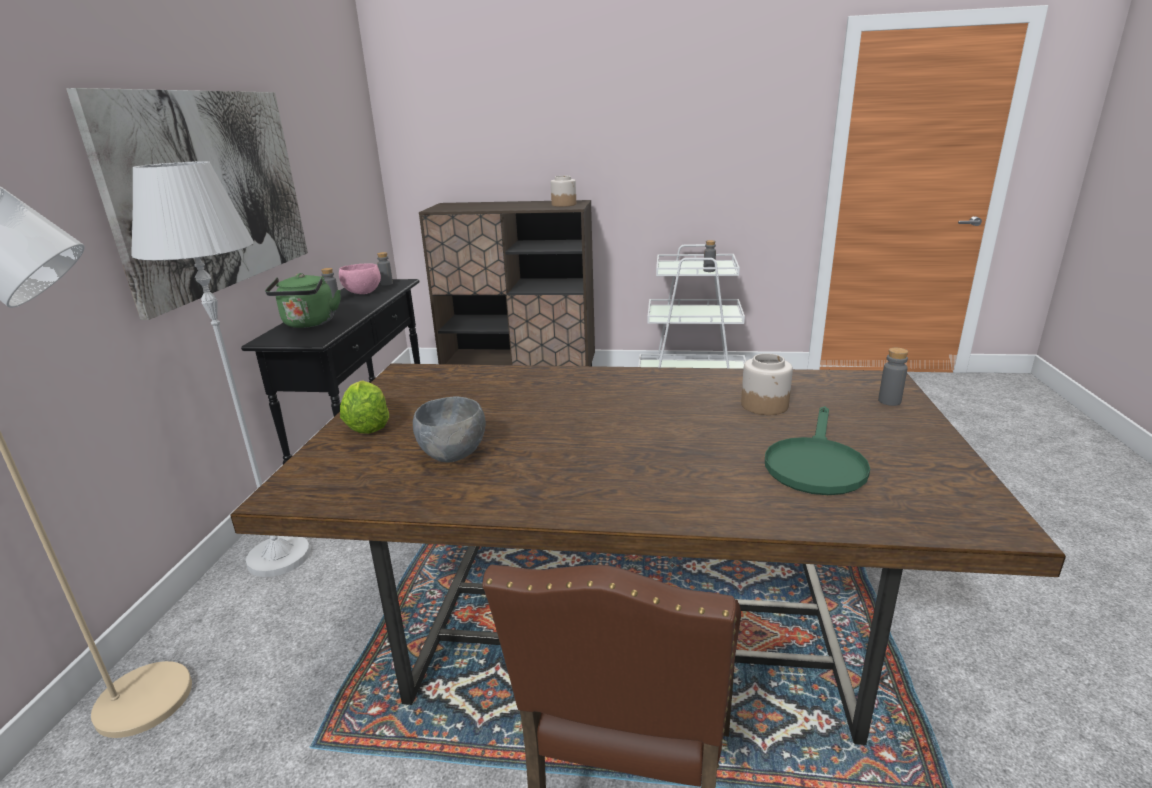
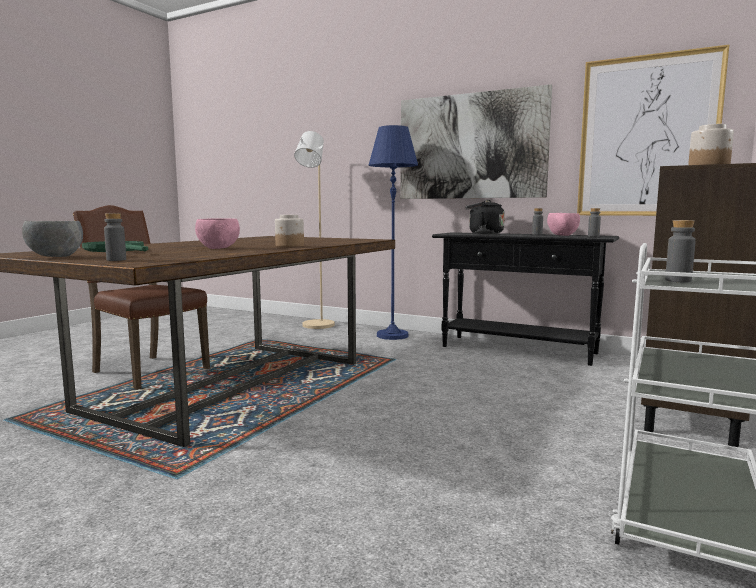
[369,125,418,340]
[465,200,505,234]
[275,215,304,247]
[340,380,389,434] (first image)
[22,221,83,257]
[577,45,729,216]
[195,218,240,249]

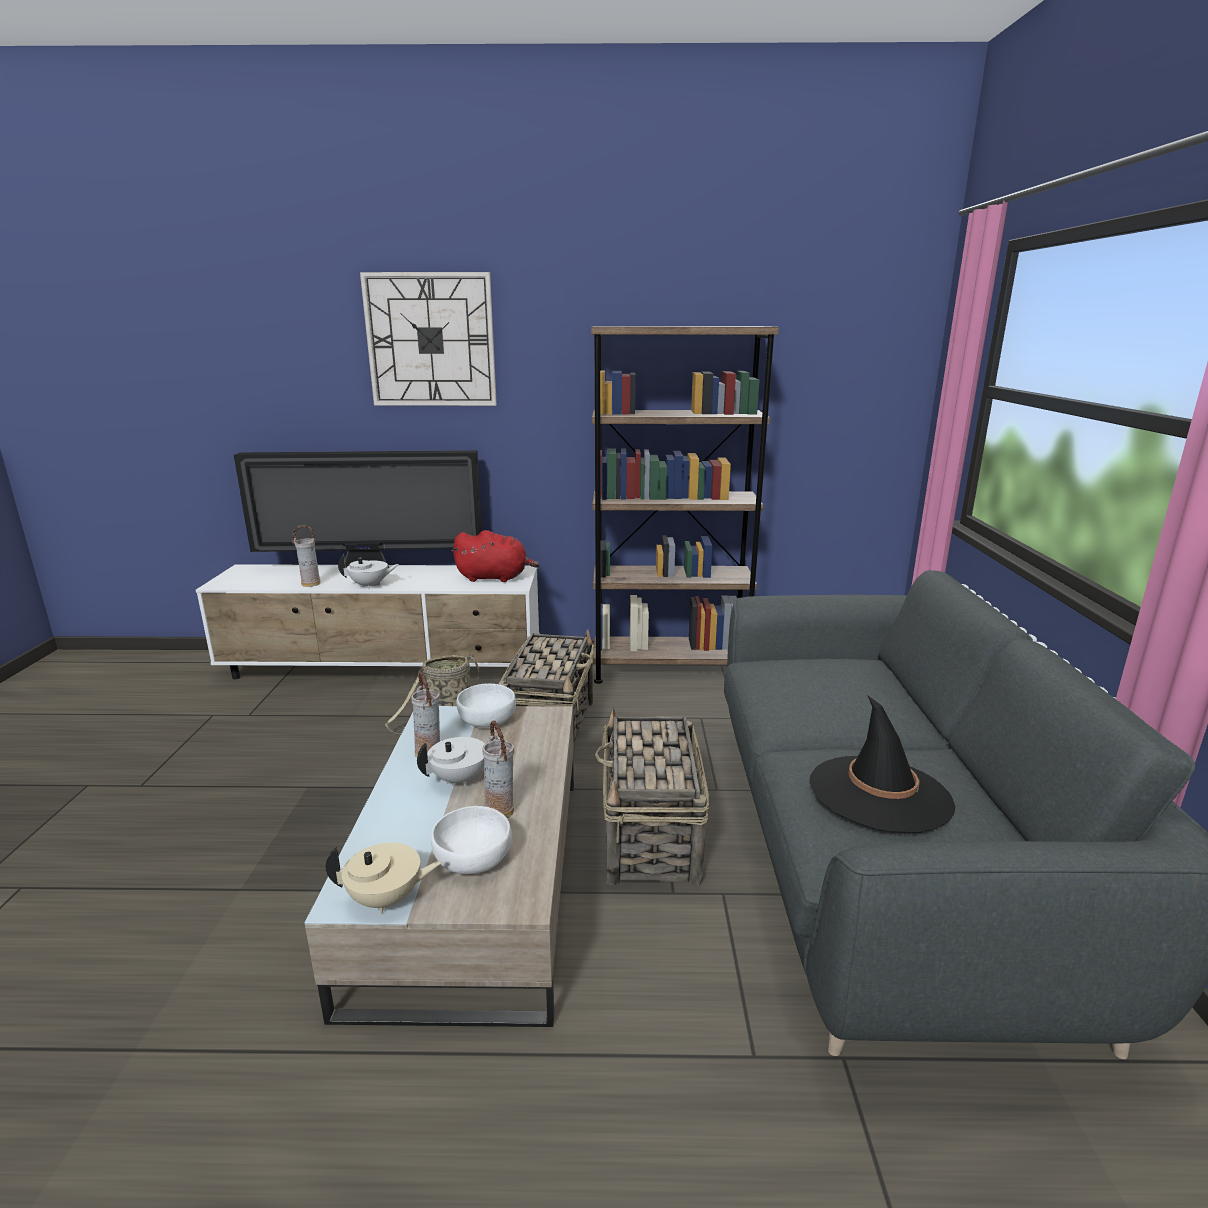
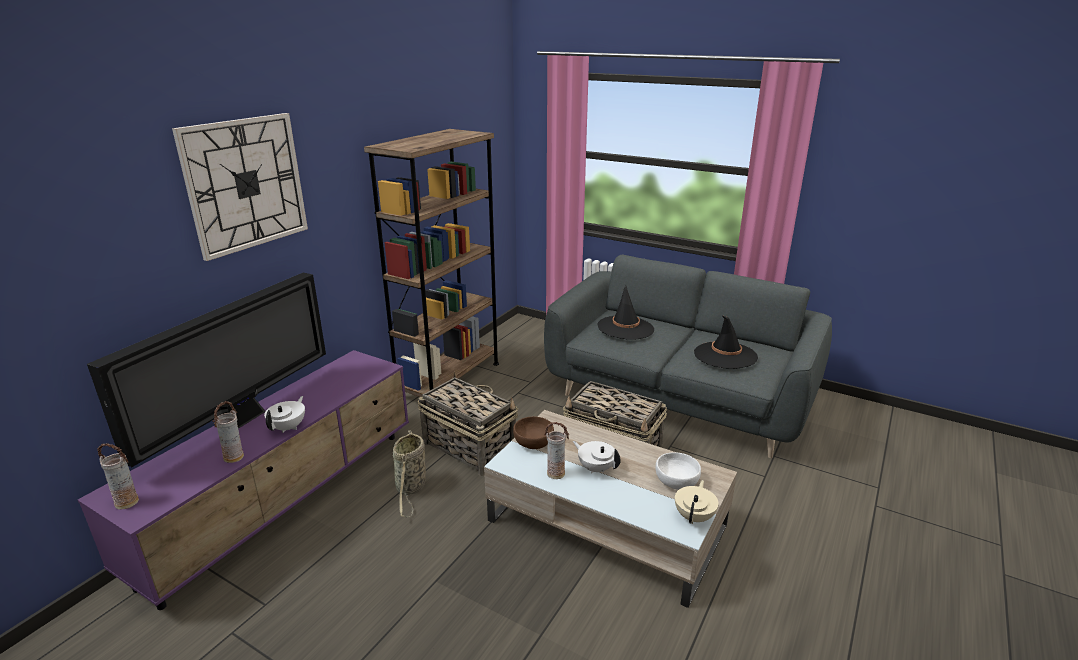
[452,530,540,582] (first image)
[78,350,409,610]
[513,417,554,449]
[97,443,139,510]
[573,441,621,473]
[598,286,654,340]

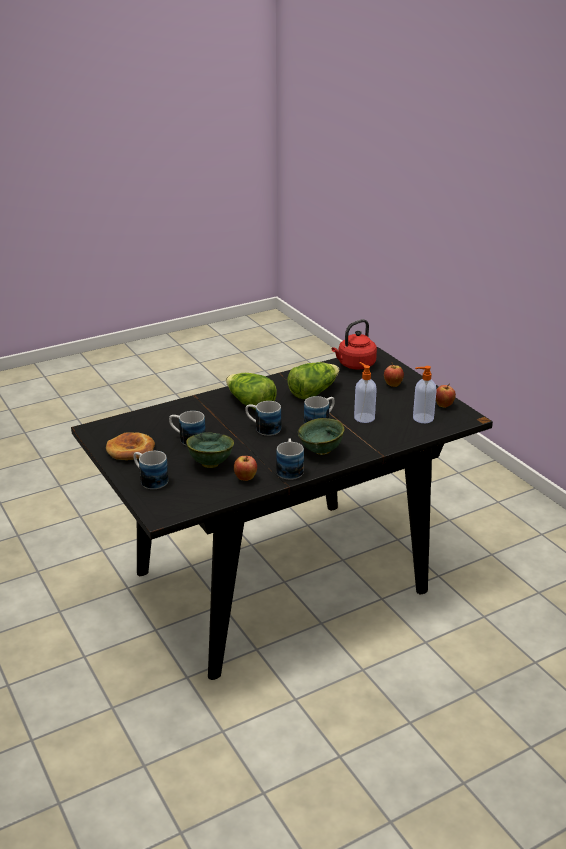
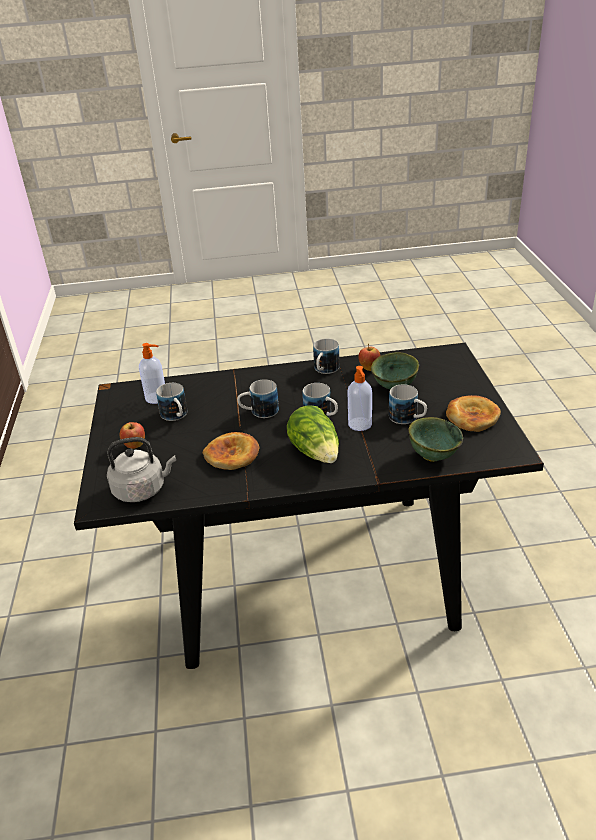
[107,437,176,502]
[203,432,260,470]
[348,366,372,431]
[436,384,456,408] (first image)
[408,417,463,462]
[156,383,188,421]

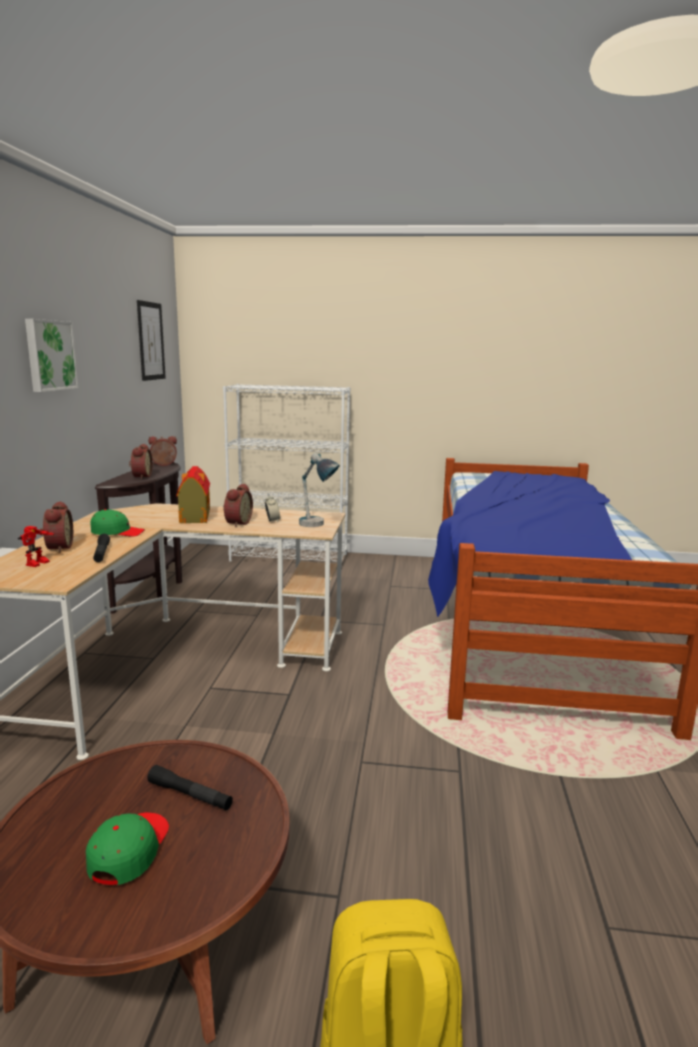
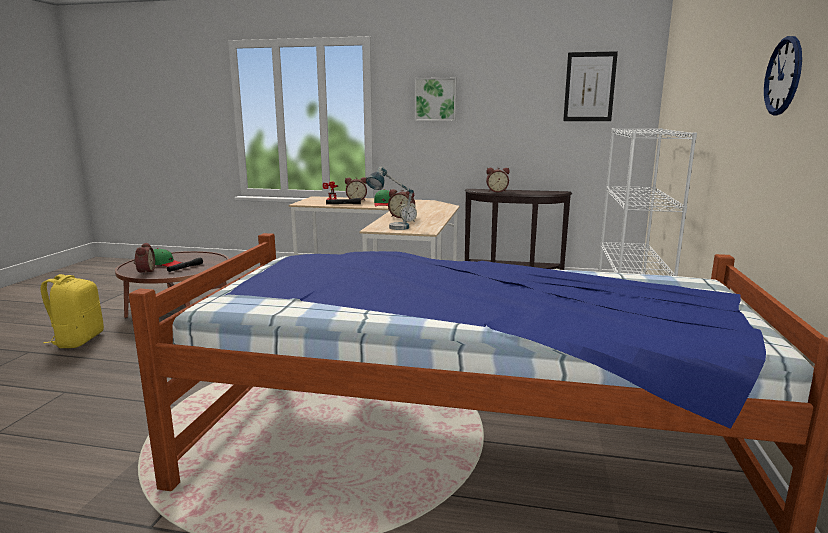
[133,243,155,275]
[176,466,210,523] (first image)
[764,36,802,115]

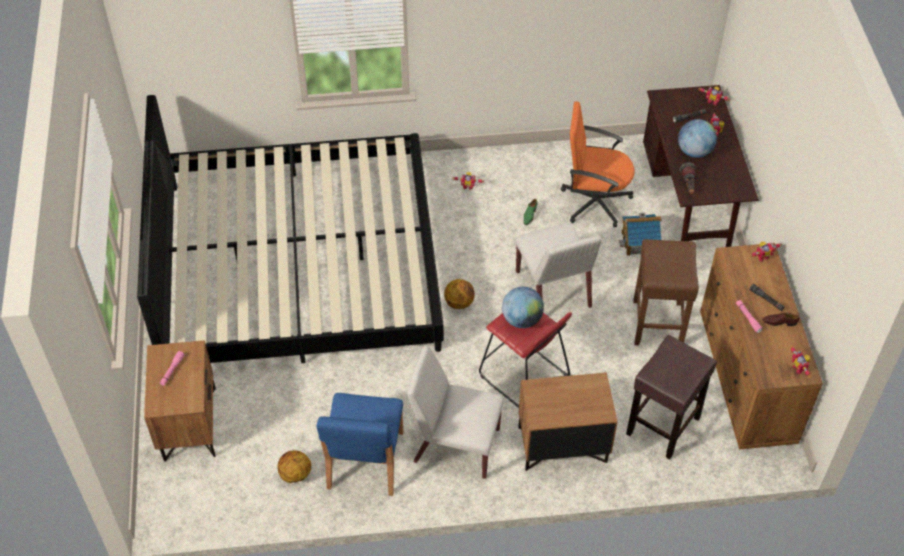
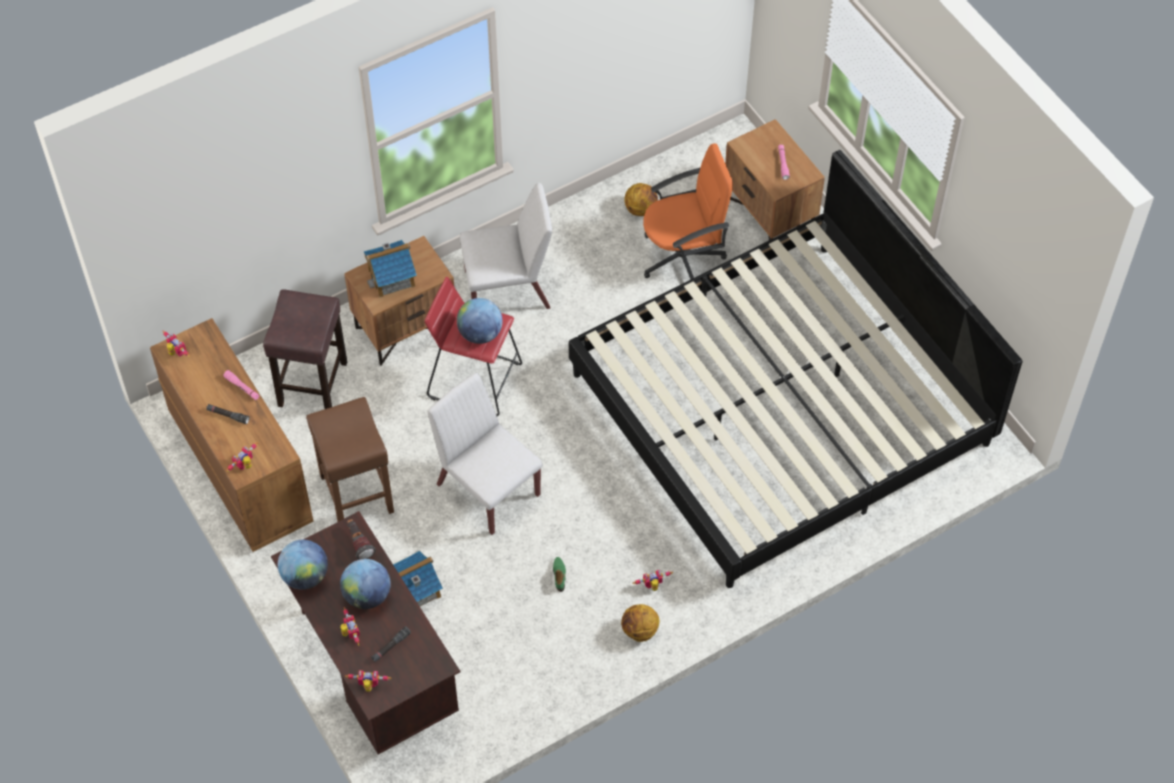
[643,143,733,280]
[621,604,660,642]
[762,312,799,326] (first image)
[317,393,403,496] (first image)
[364,240,417,298]
[278,540,328,590]

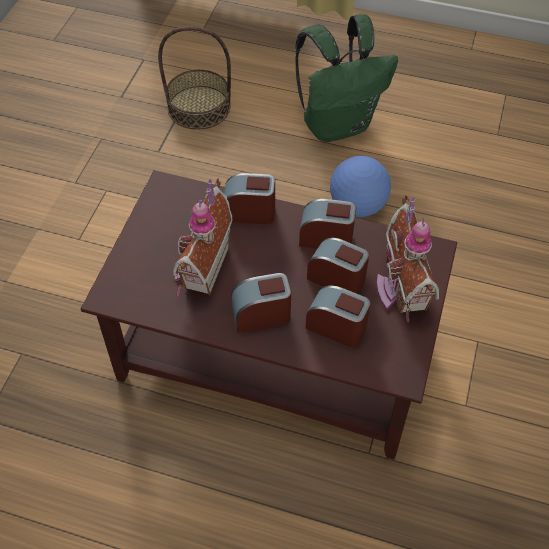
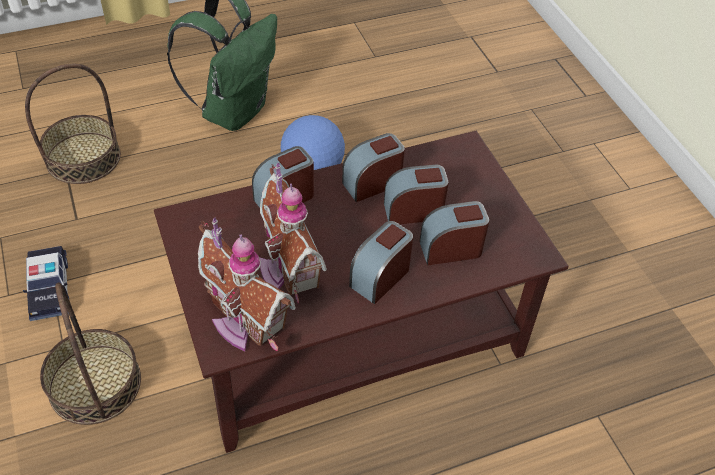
[198,217,296,351]
[23,246,70,321]
[40,282,141,425]

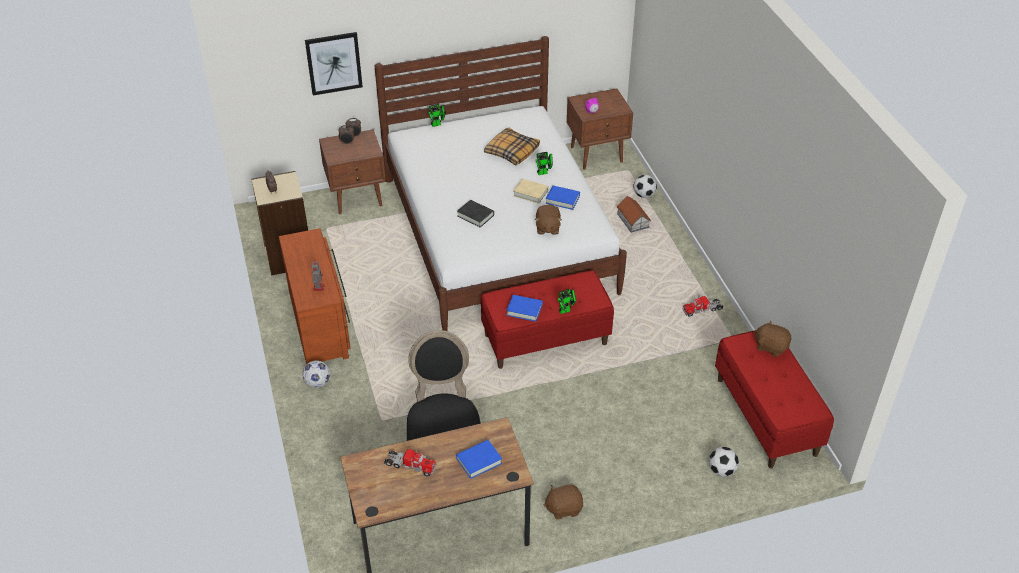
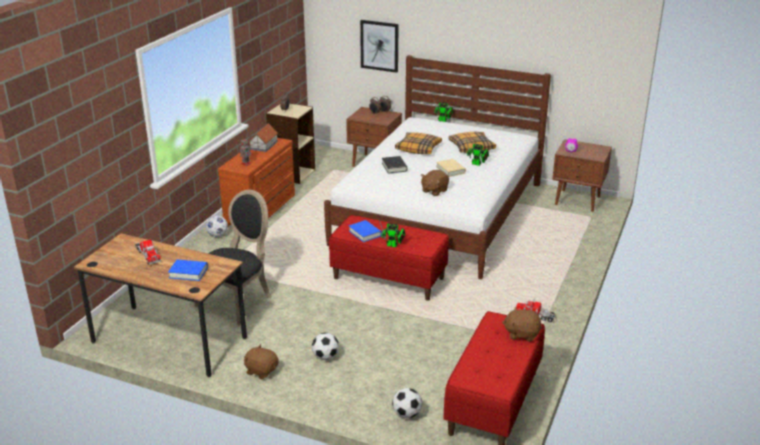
[312,332,339,360]
[546,186,580,210] (first image)
[248,123,278,152]
[502,307,542,342]
[395,132,442,154]

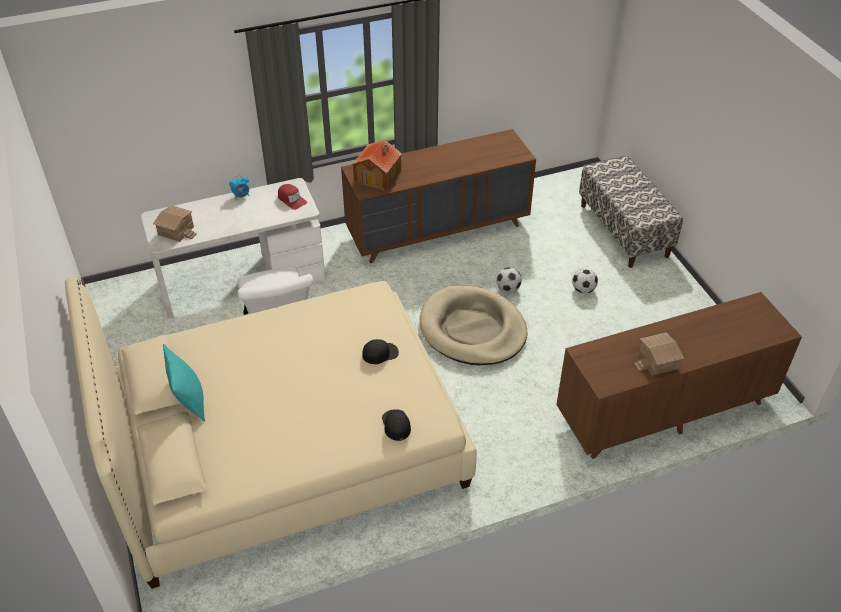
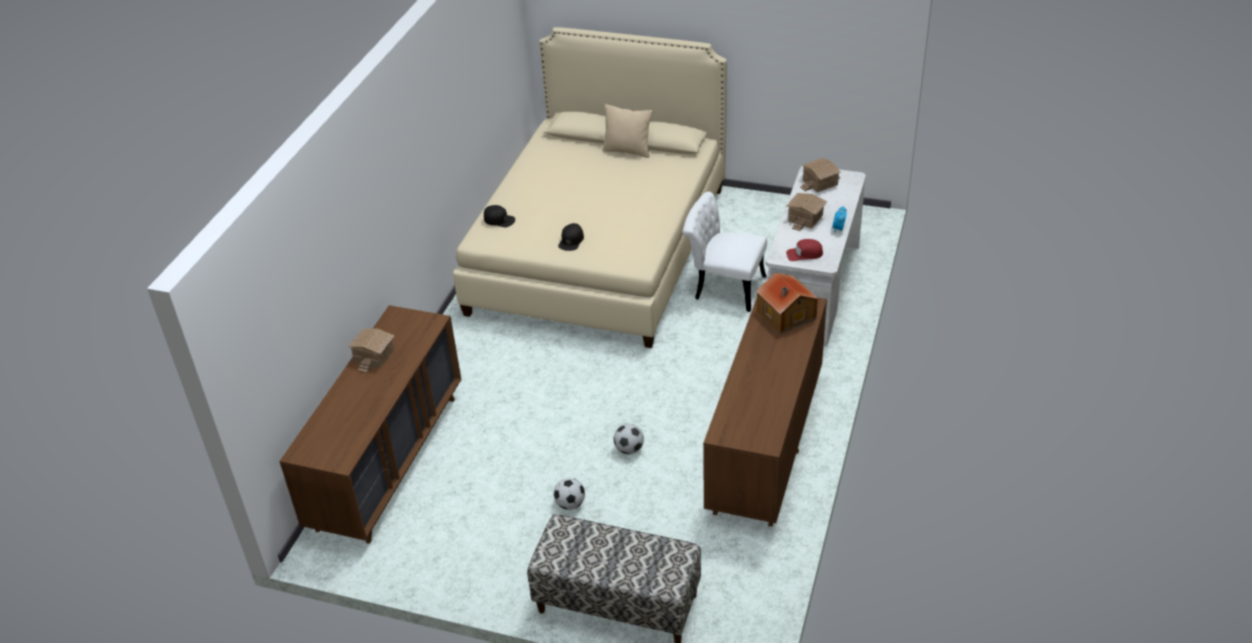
[419,285,527,365] (first image)
[602,104,653,158]
[787,193,827,231]

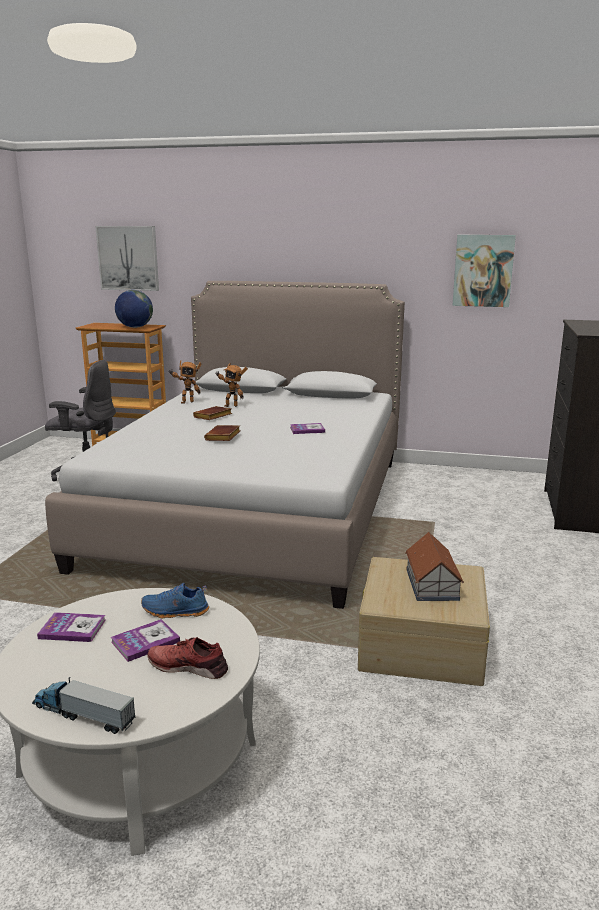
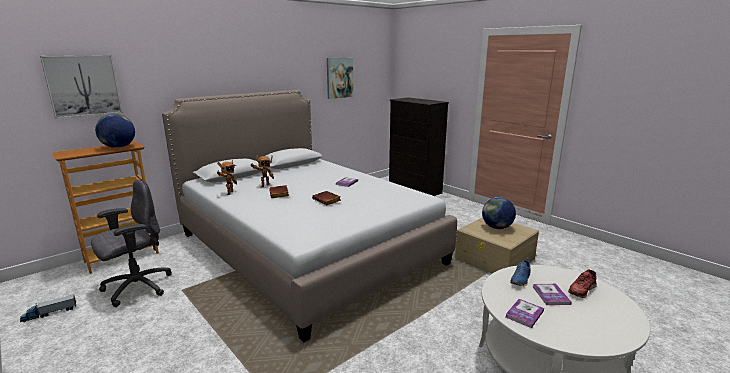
[482,197,516,229]
[20,294,76,322]

